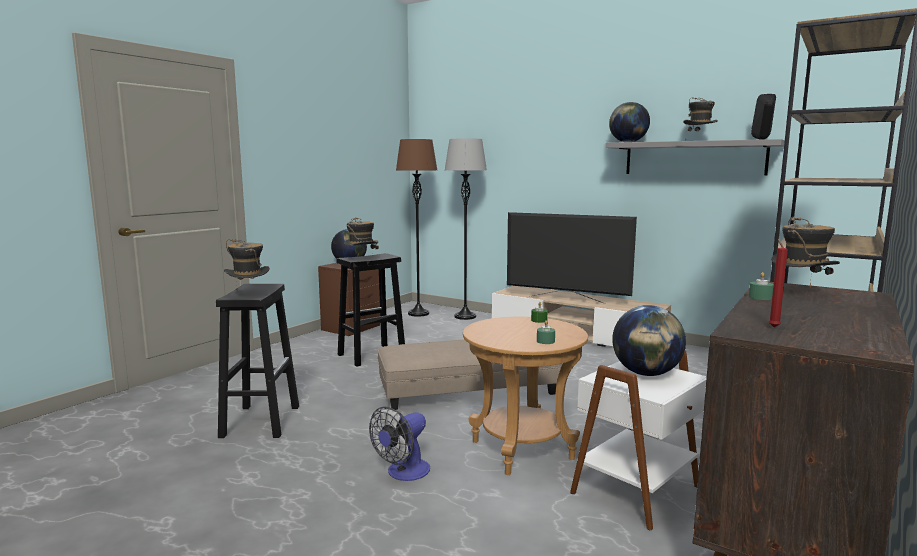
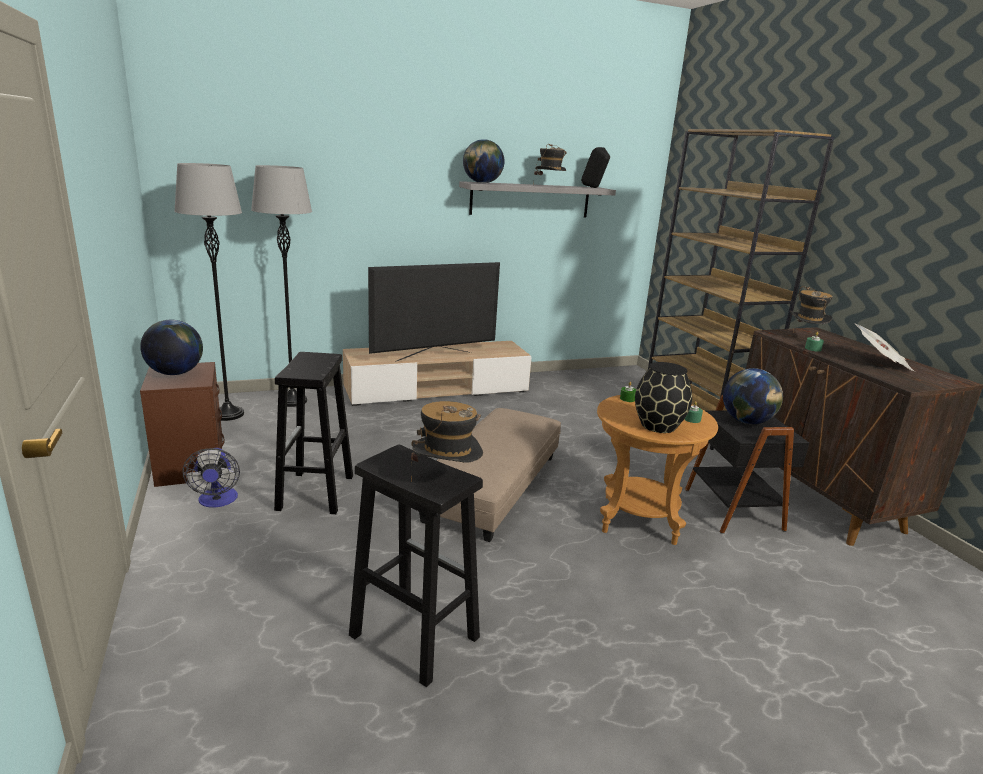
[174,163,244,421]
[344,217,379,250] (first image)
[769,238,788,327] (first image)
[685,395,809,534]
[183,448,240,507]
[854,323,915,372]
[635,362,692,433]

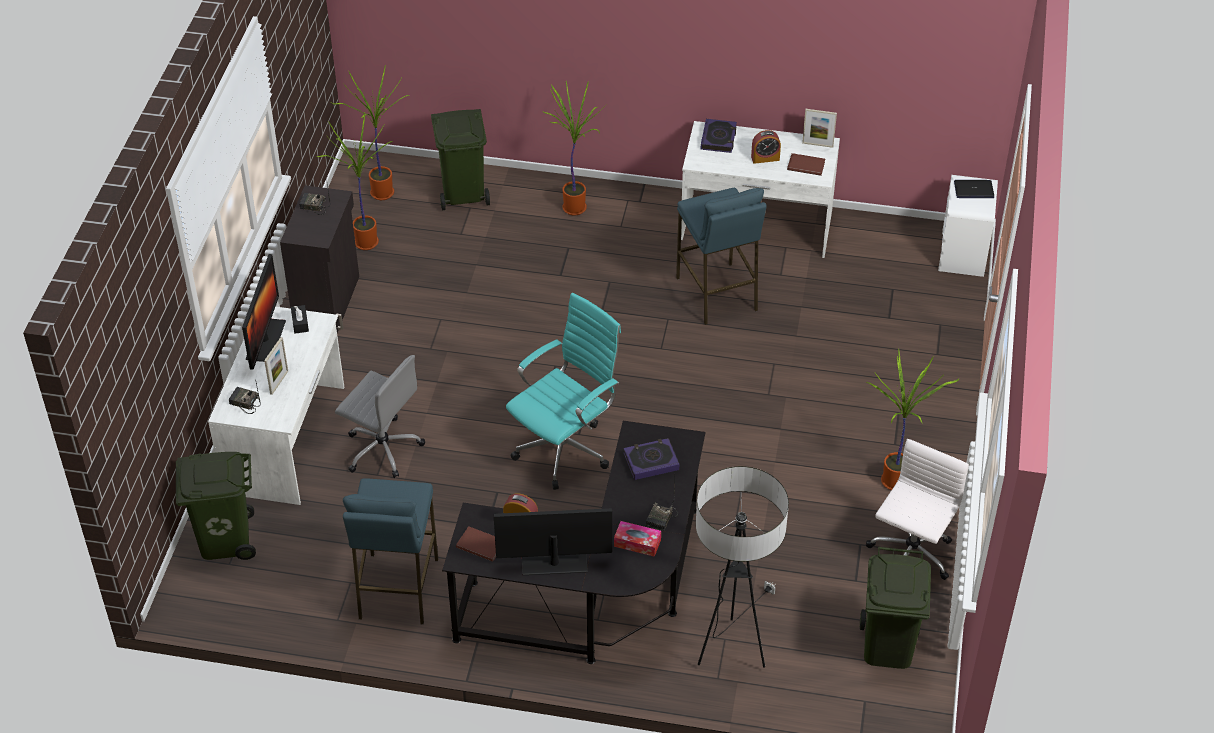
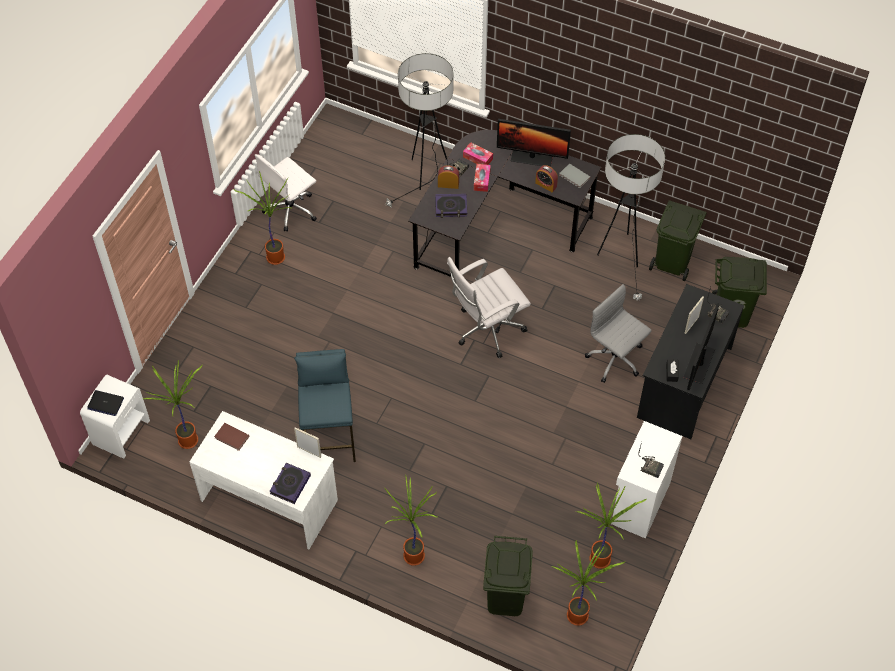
[294,427,321,458]
[438,166,459,189]
[611,421,683,539]
[447,257,531,358]
[637,284,744,439]
[597,134,665,300]
[560,164,590,188]
[649,200,707,281]
[474,164,491,192]
[143,360,203,449]

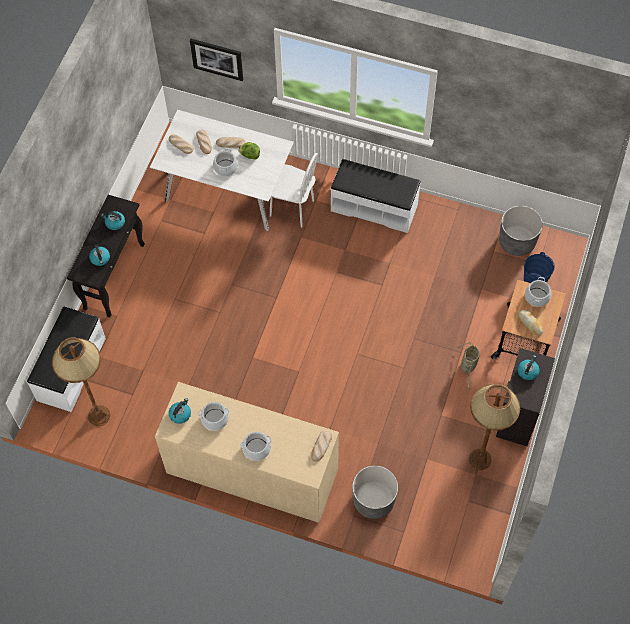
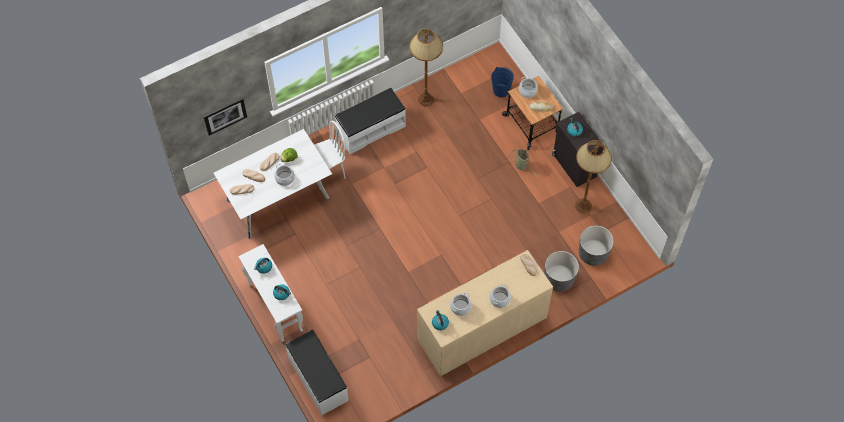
[238,244,303,342]
[579,225,614,266]
[409,29,443,107]

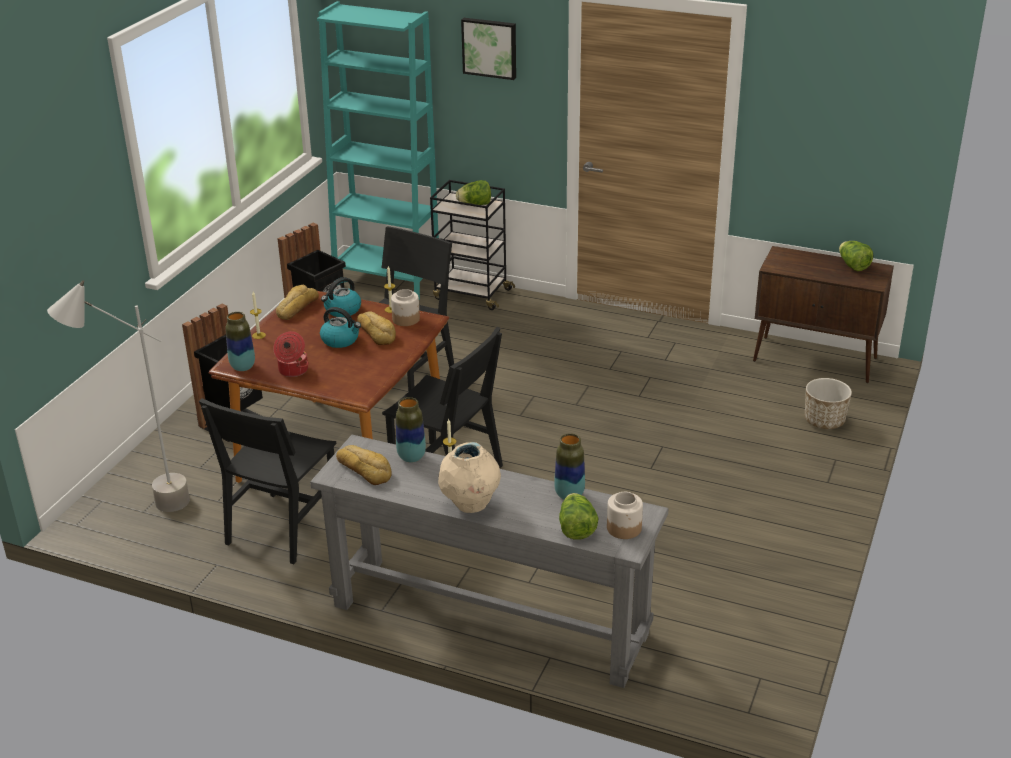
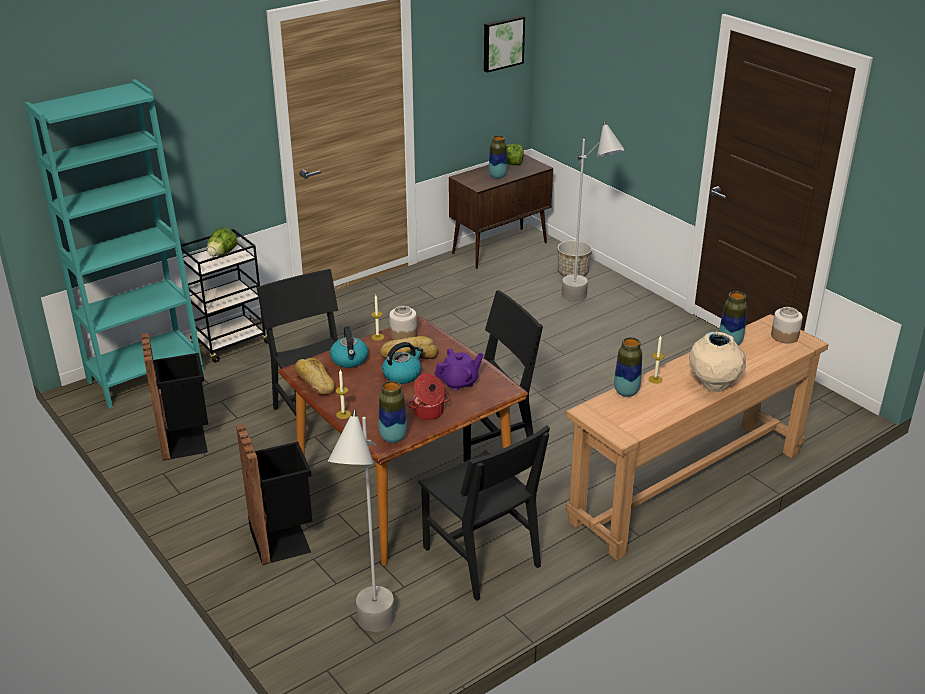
[484,16,525,73]
[566,314,829,560]
[336,445,392,485] (first image)
[559,493,598,539] (first image)
[562,121,625,302]
[489,136,507,179]
[434,348,484,391]

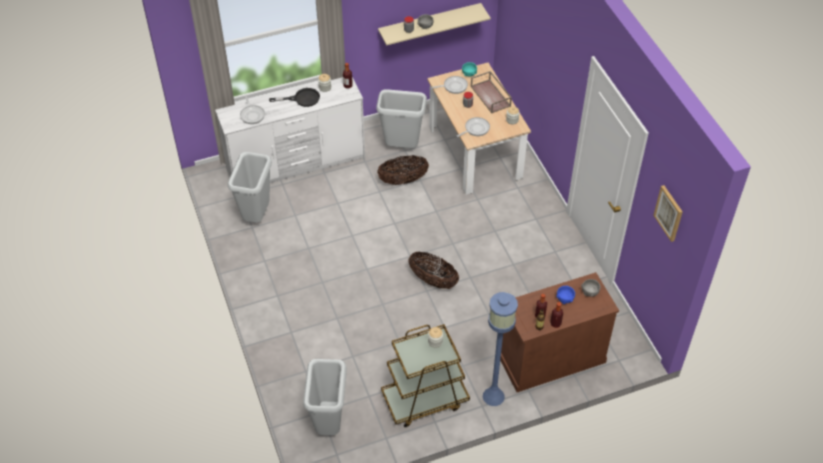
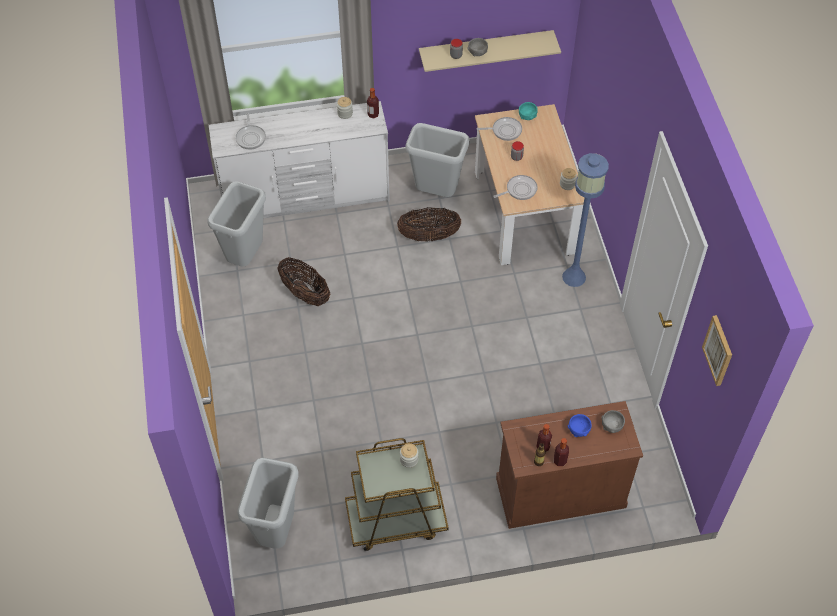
[471,71,512,113] (first image)
[269,88,320,107] (first image)
[278,257,330,306]
[562,153,609,287]

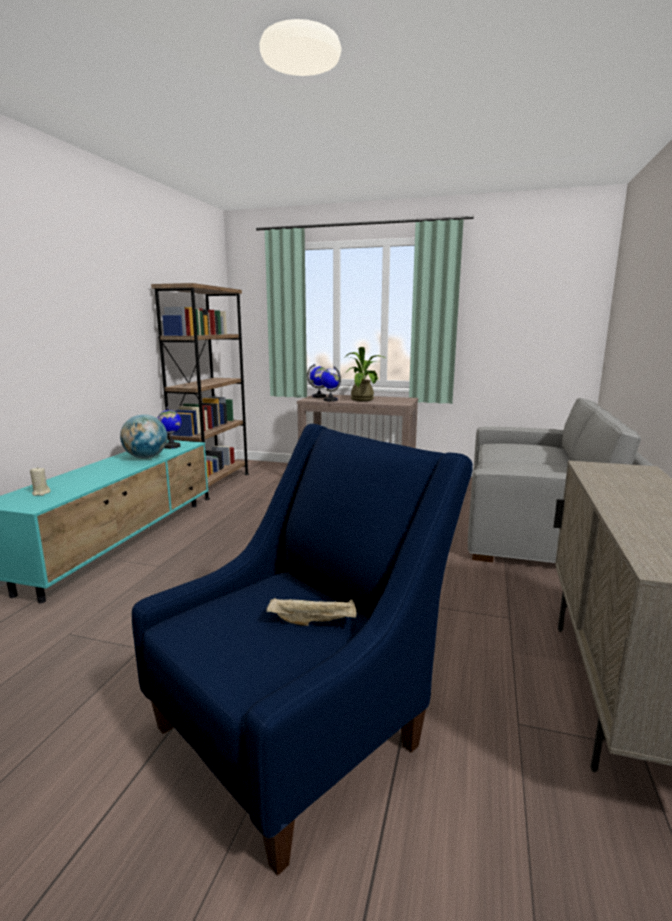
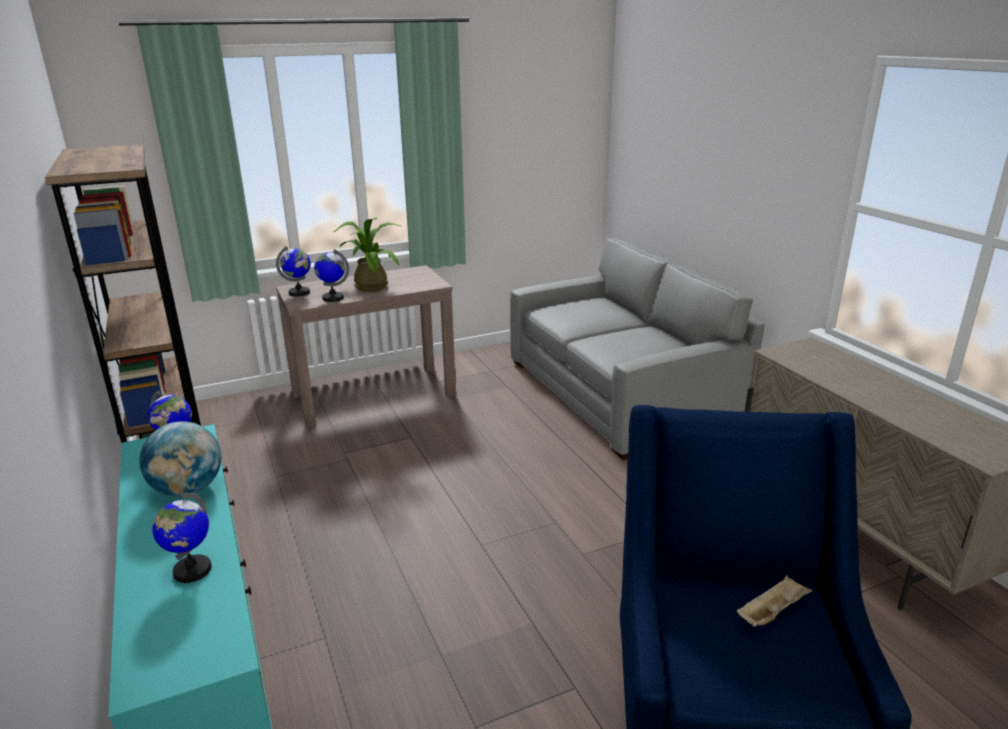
[30,467,51,496] (first image)
[152,492,212,583]

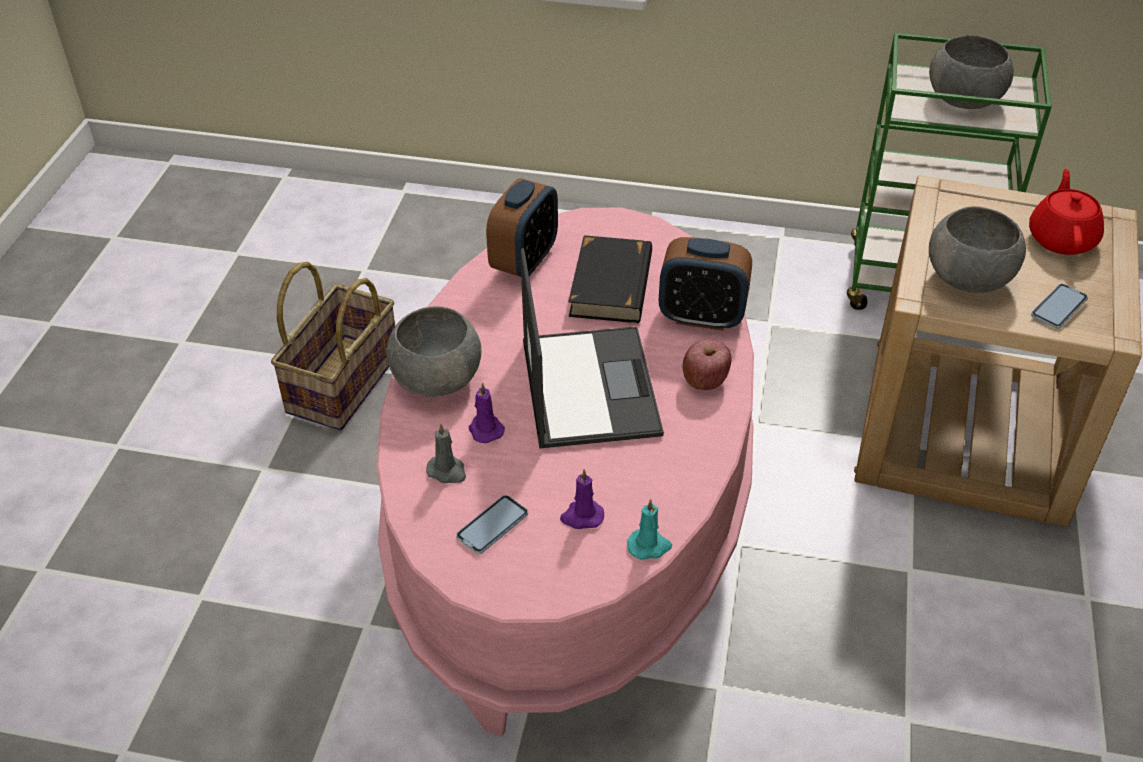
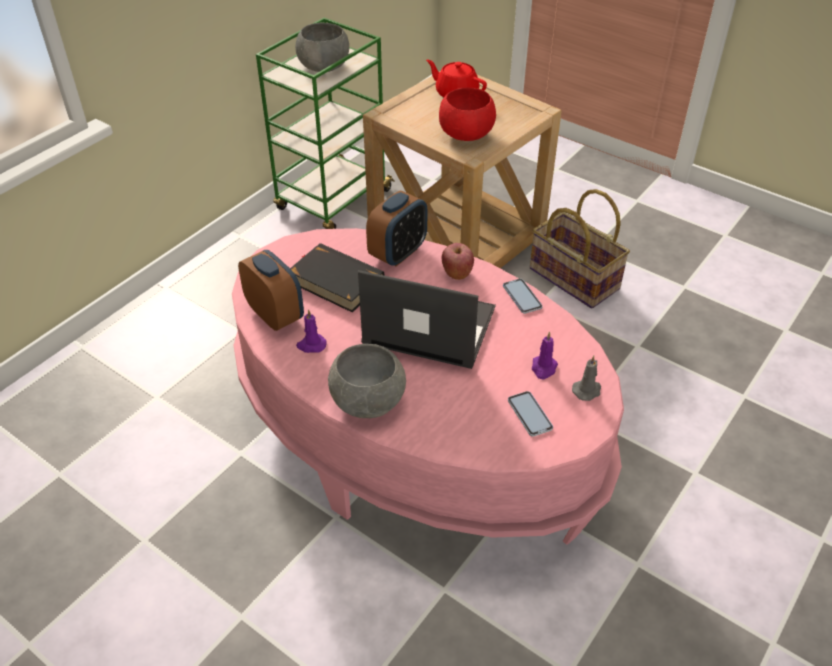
[439,87,496,141]
[530,189,630,309]
[503,279,542,314]
[296,309,327,353]
[572,356,601,401]
[627,499,672,560] (first image)

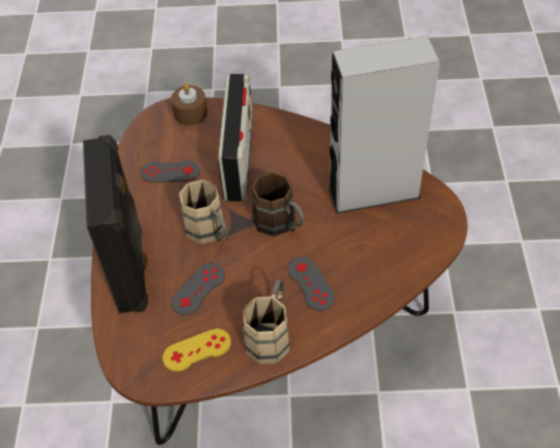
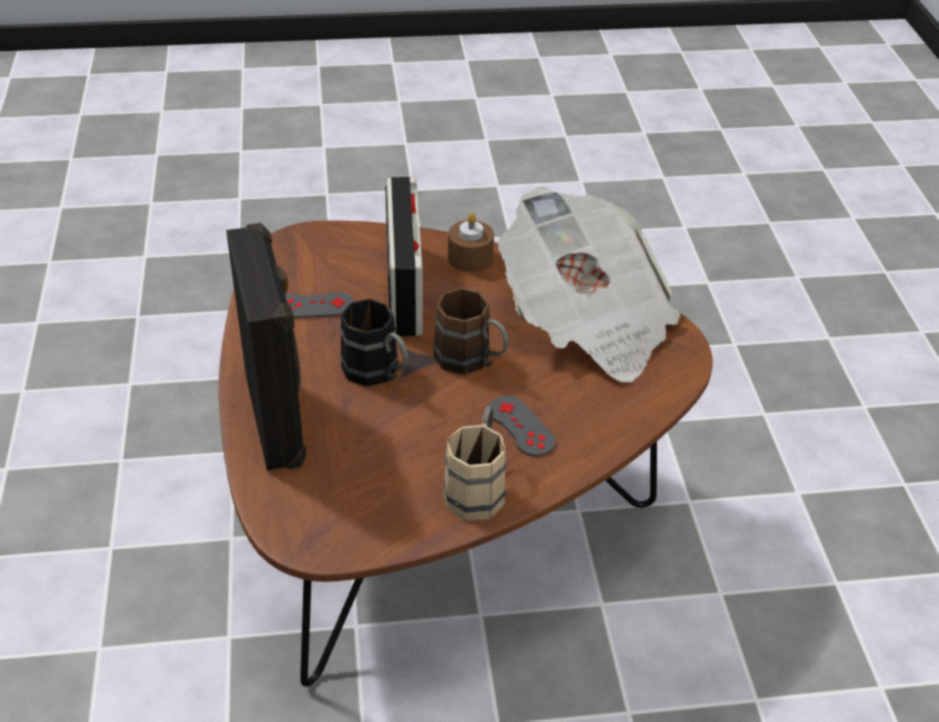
[498,187,681,382]
[448,213,494,272]
[340,299,408,386]
[171,263,225,315] (first image)
[163,329,231,372] (first image)

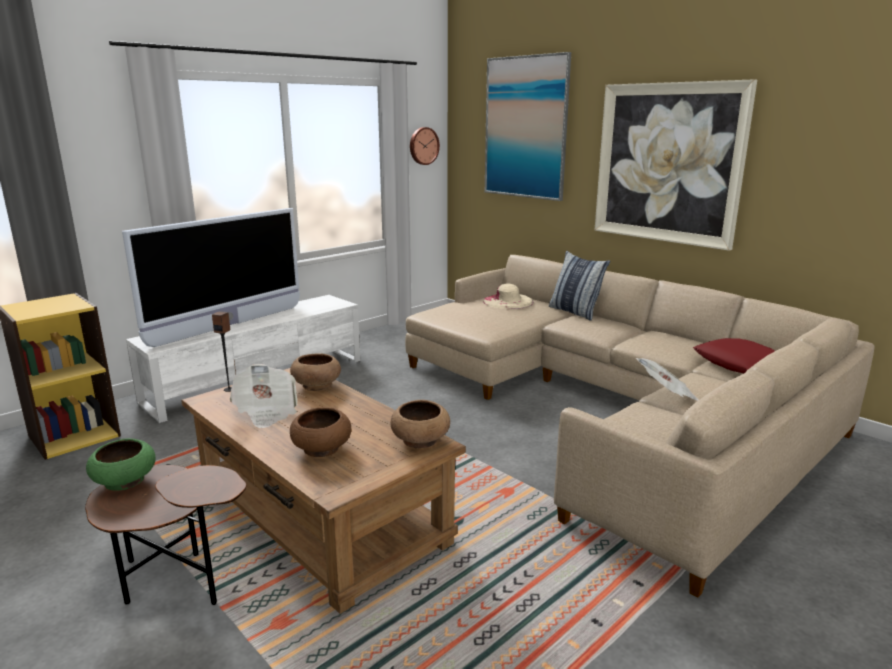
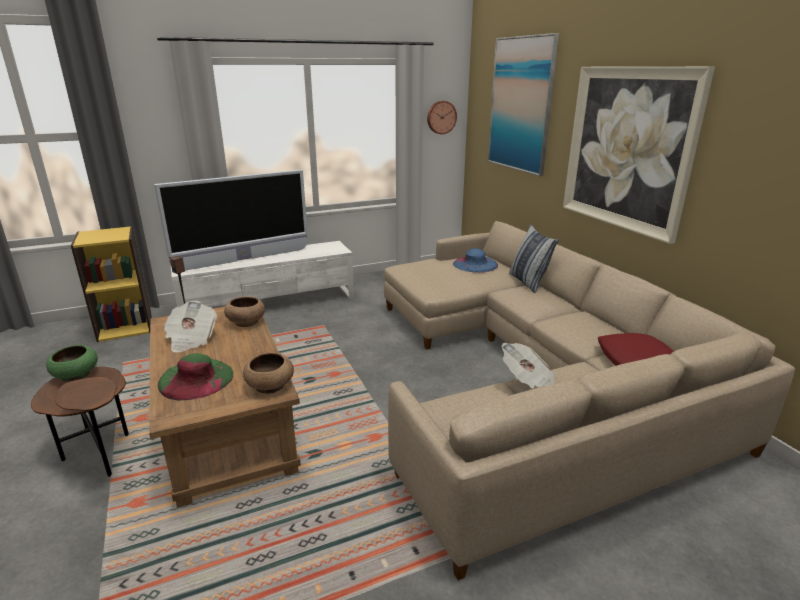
[453,248,498,273]
[158,353,233,400]

